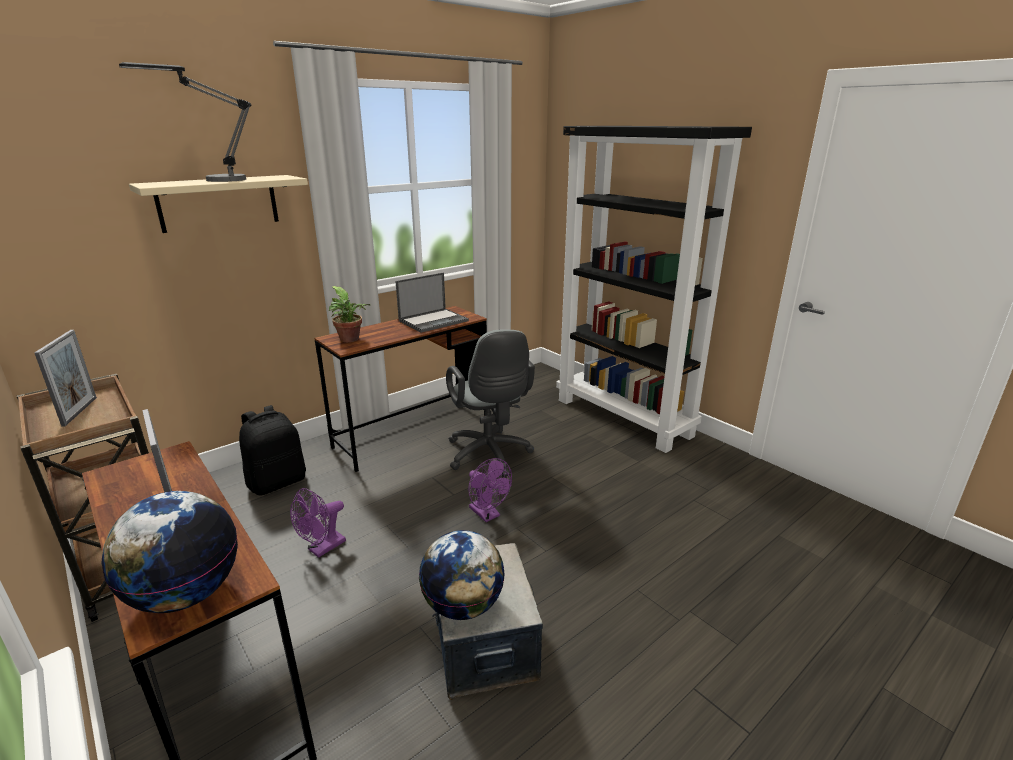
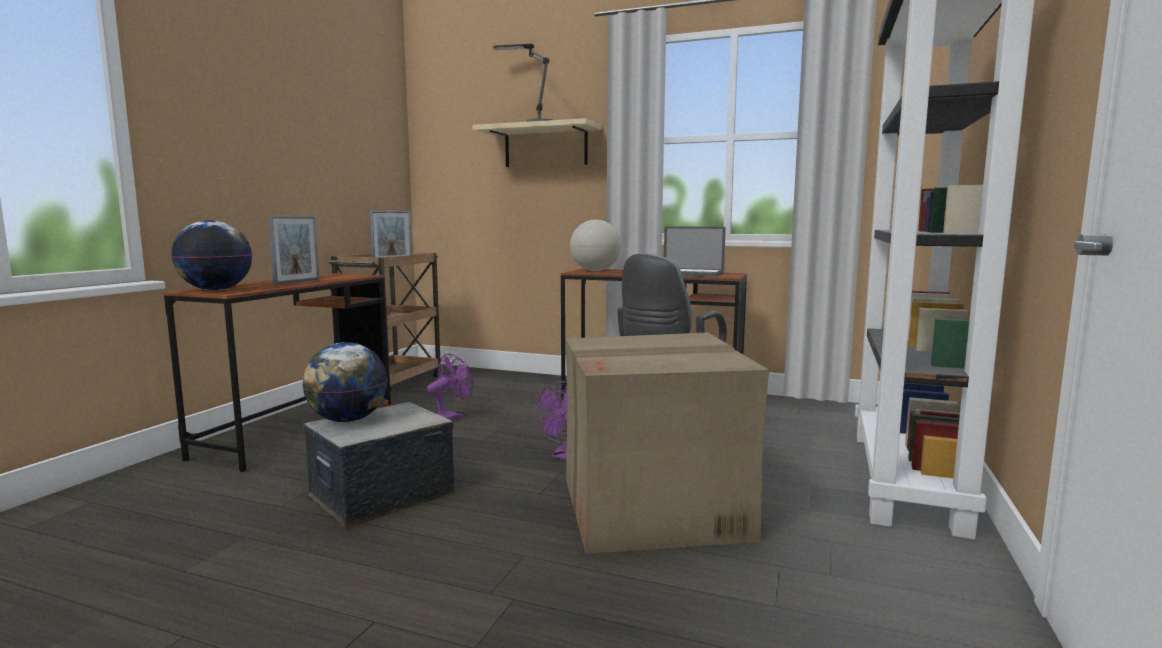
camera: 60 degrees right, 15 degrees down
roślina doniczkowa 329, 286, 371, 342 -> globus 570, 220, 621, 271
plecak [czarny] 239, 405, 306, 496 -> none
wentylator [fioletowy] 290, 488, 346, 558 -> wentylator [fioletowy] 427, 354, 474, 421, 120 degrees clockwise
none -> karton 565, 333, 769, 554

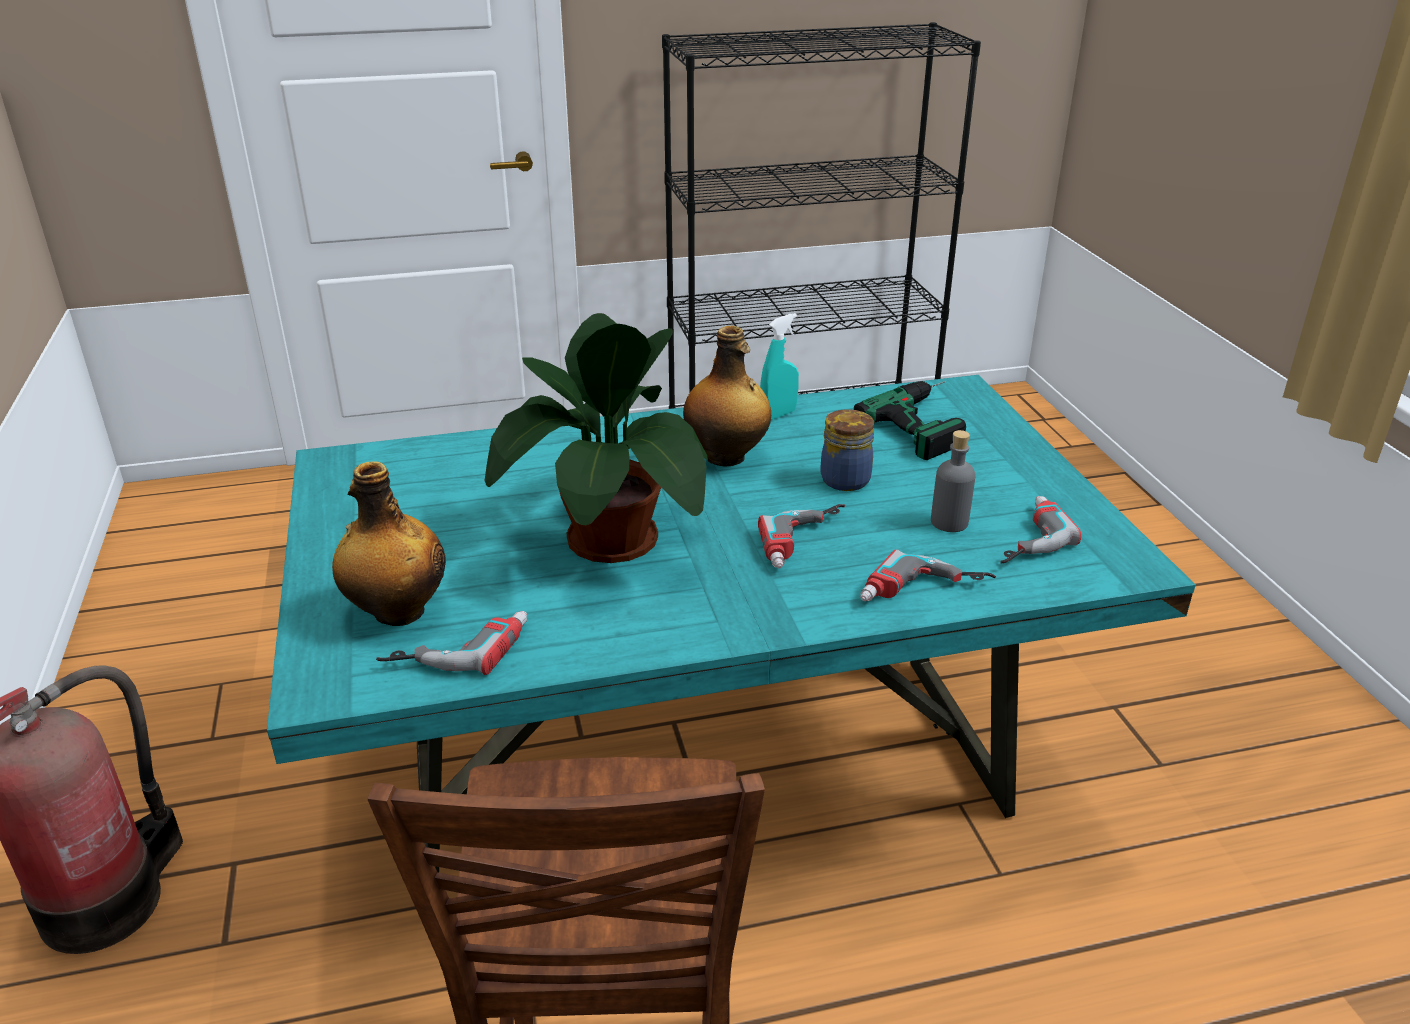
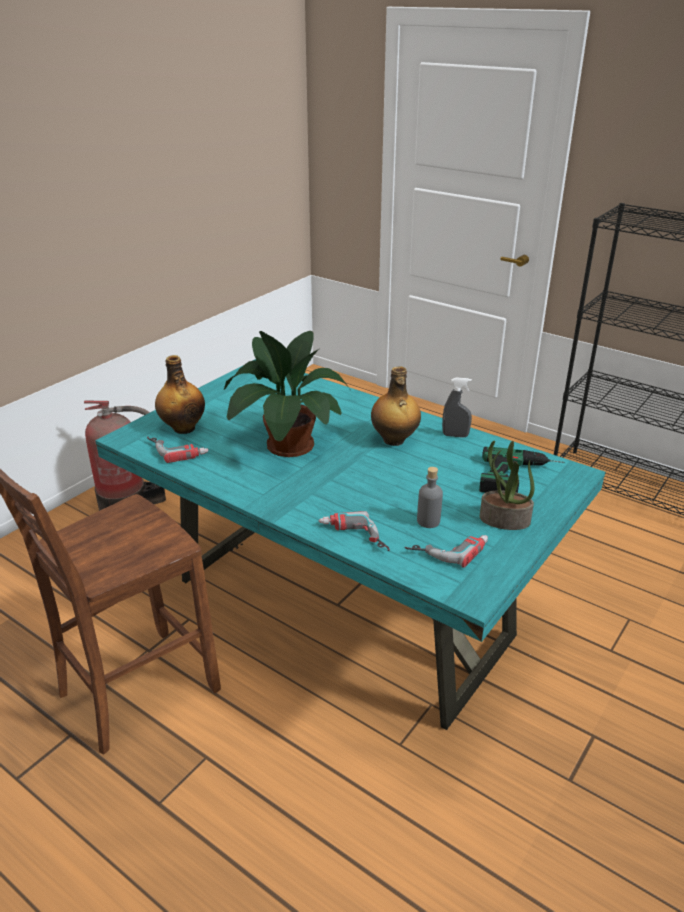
camera: 50 degrees right, 0 degrees up
spryskiwacz [turkusowy] 760, 313, 799, 420 -> spryskiwacz [szary] 442, 377, 472, 438
słoik 820, 409, 874, 491 -> none
wiertarka 758, 504, 845, 568 -> none
none -> roślina doniczkowa 480, 441, 534, 530

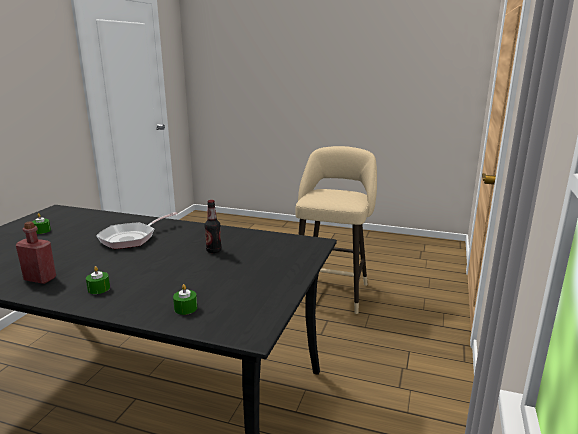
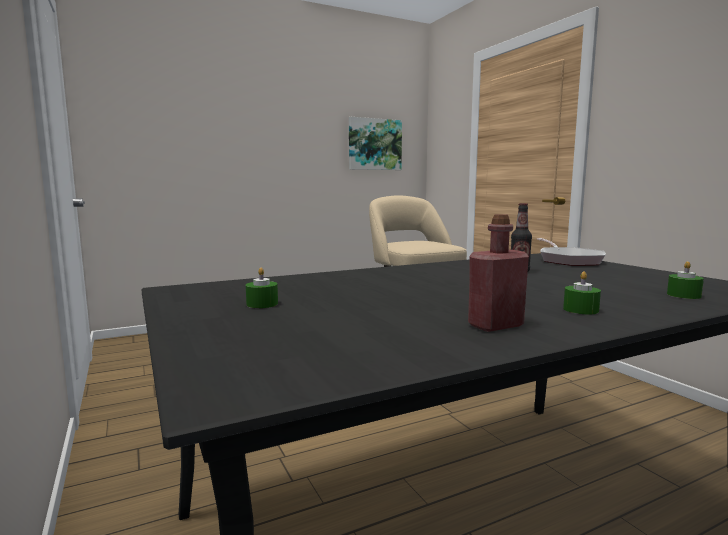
camera: 45 degrees left, 10 degrees down
patelnia 96, 212, 178, 249 -> patelnia 537, 238, 606, 266, move
none -> obraz 349, 117, 402, 170

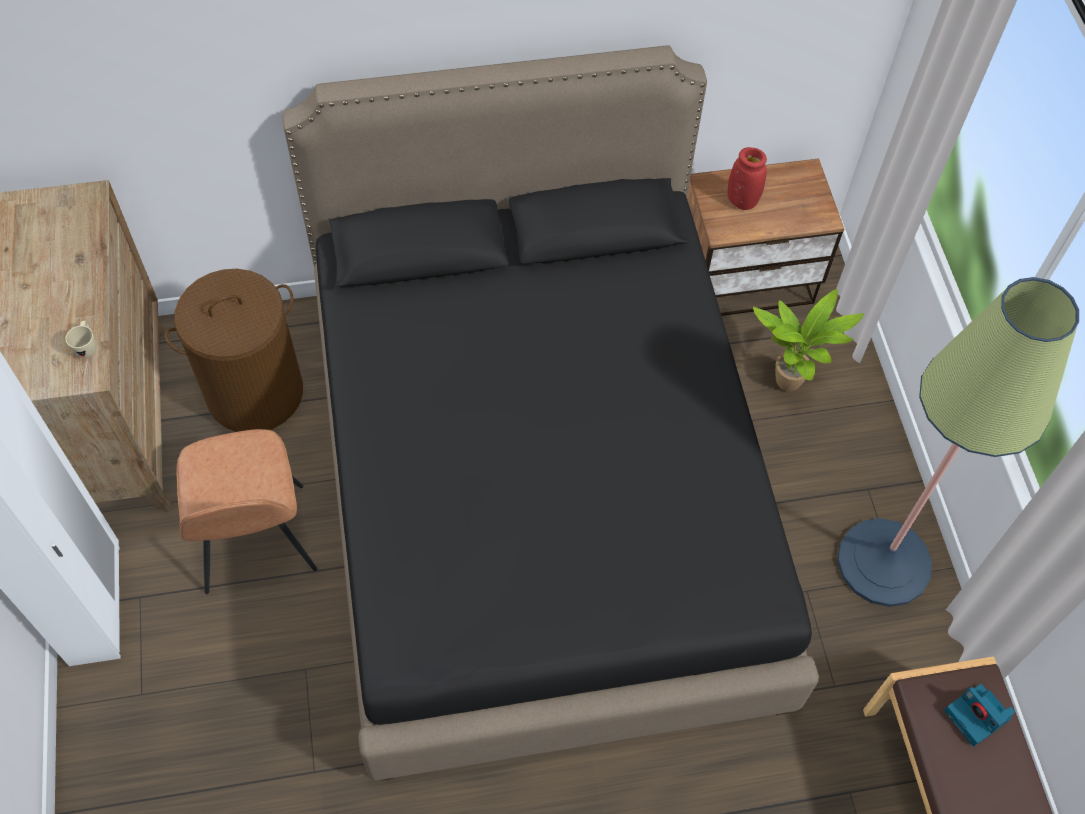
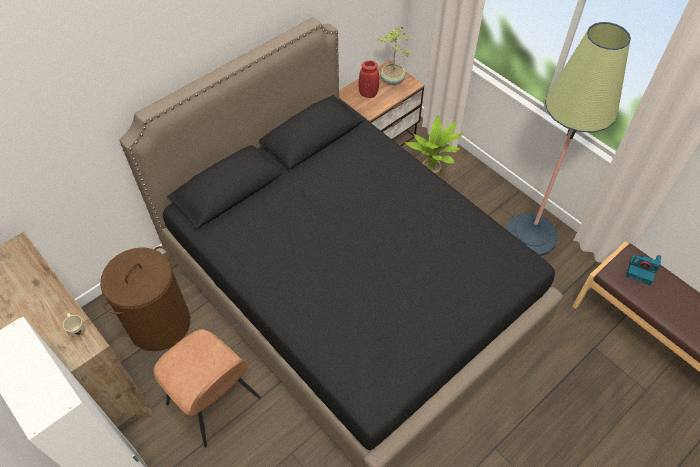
camera: 30 degrees left, 5 degrees down
none -> roślina doniczkowa 377, 25, 409, 85

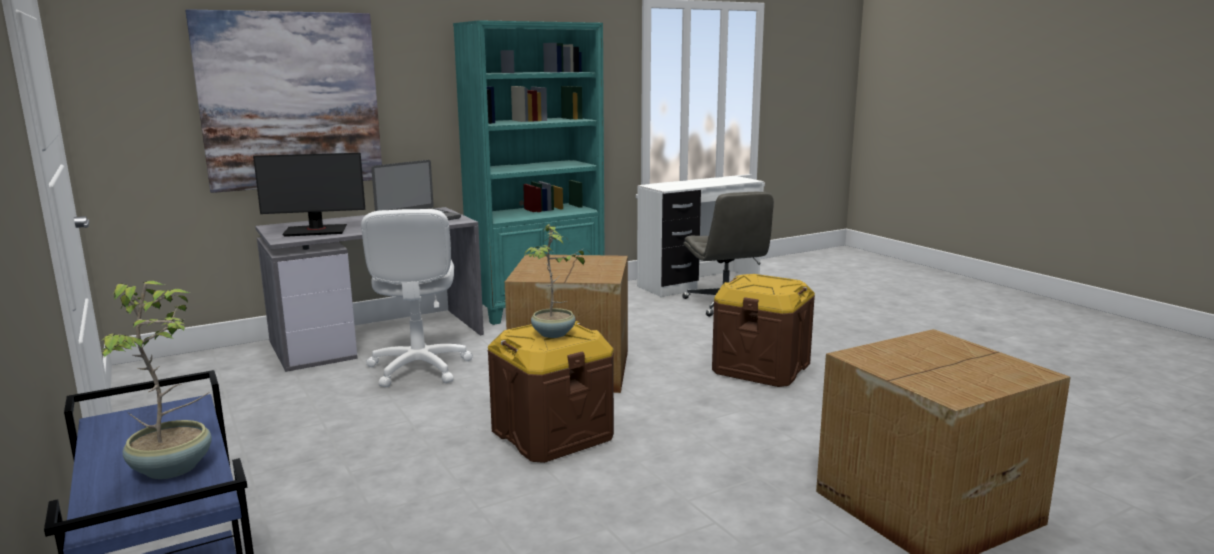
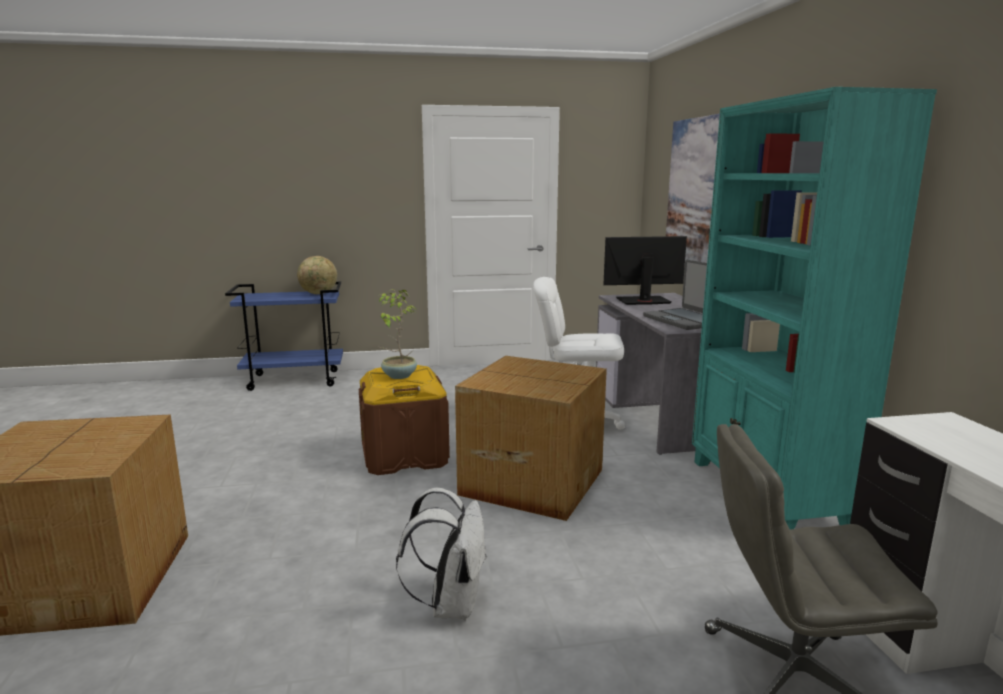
camera: 110 degrees right, 0 degrees up
monitor 253, 153, 365, 237 -> monitor 603, 236, 687, 305, 75 degrees clockwise
pojemnik do przechowywania [brązowy] 712, 274, 815, 387 -> plecak [biały] 396, 488, 487, 620
roślina doniczkowa 100, 281, 212, 479 -> none
none -> globus 297, 256, 337, 294

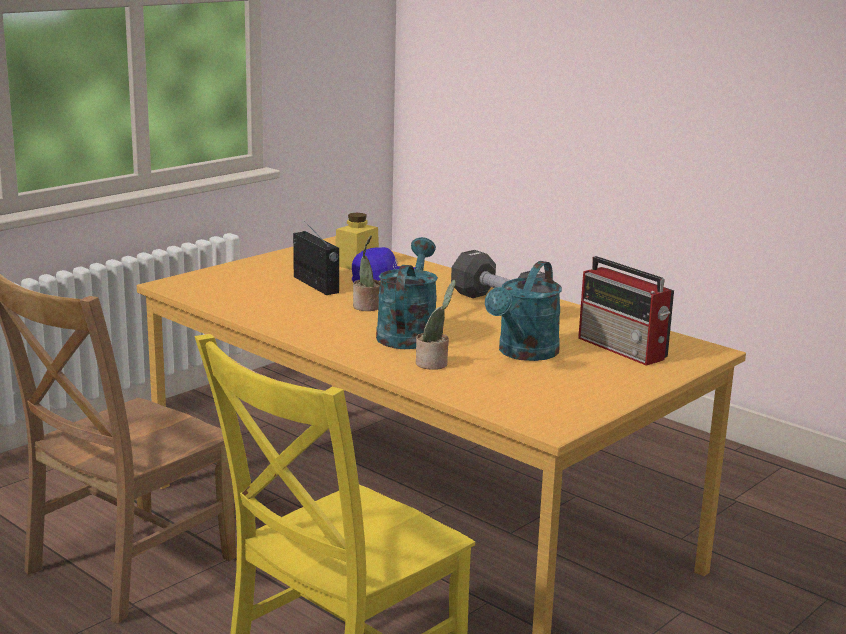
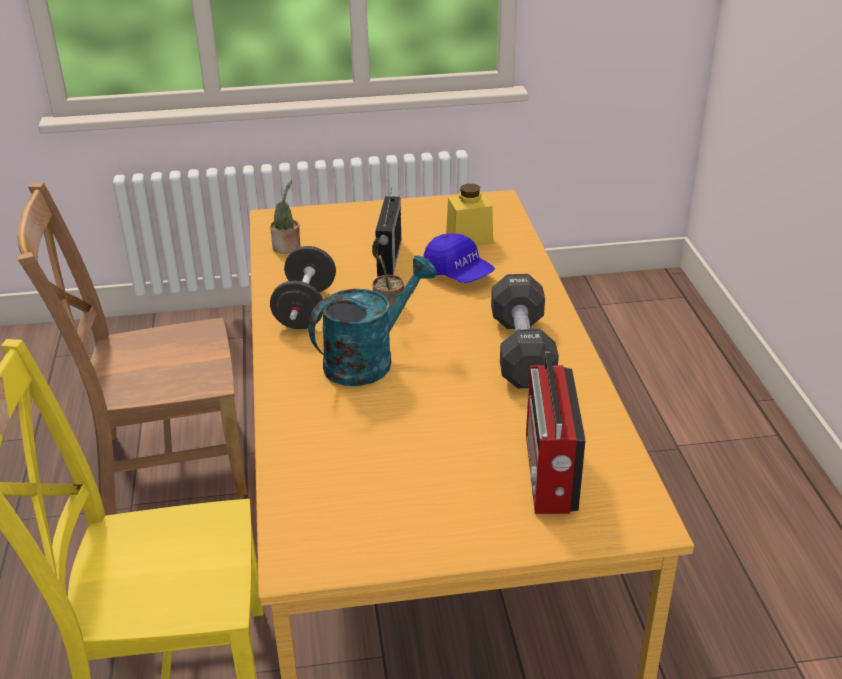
camera: 40 degrees right, 15 degrees up
konewka [turkusowy] 485, 261, 562, 361 -> none
roślina doniczkowa 416, 280, 456, 370 -> roślina doniczkowa 270, 180, 300, 254, move
none -> hantel [czarny] 270, 246, 336, 329

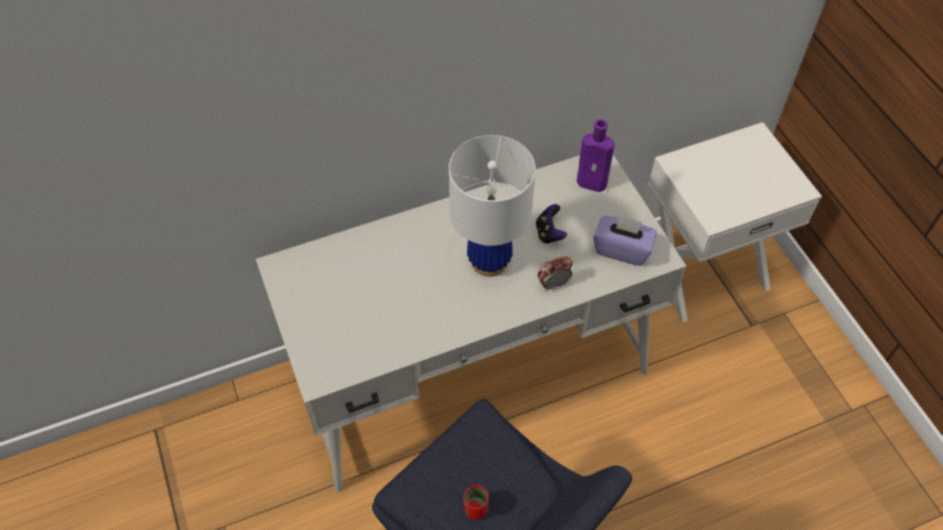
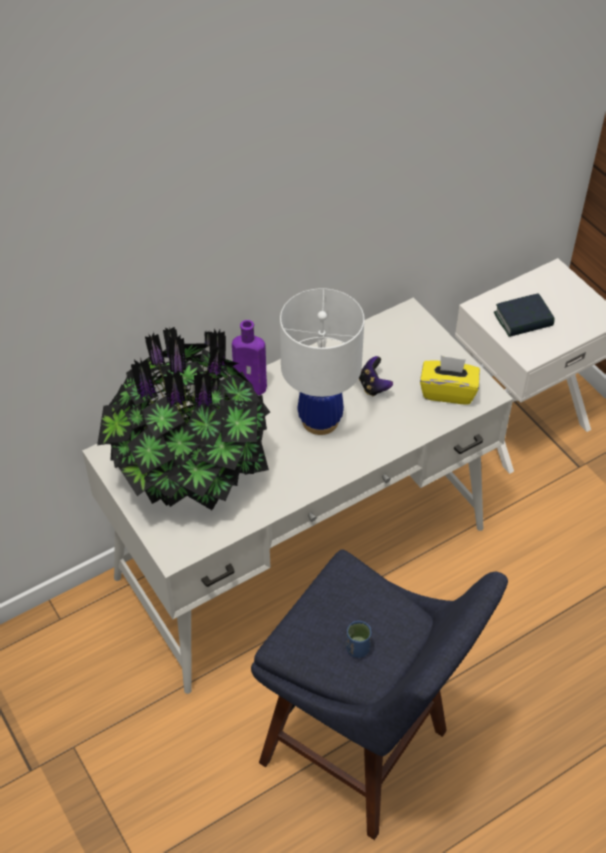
camera: 10 degrees left, 5 degrees down
butelka [fioletowy] 577, 119, 615, 192 -> butelka [fioletowy] 232, 320, 267, 395, move
pudełko chusteczek [fioletowy] 593, 214, 657, 266 -> pudełko chusteczek [żółty] 420, 355, 480, 405
budzik 538, 256, 573, 291 -> none
filiżanka [czerwony] 463, 485, 489, 520 -> filiżanka [niebieski] 346, 621, 371, 658
none -> książka 494, 293, 555, 337
none -> roślina doniczkowa 97, 327, 270, 510

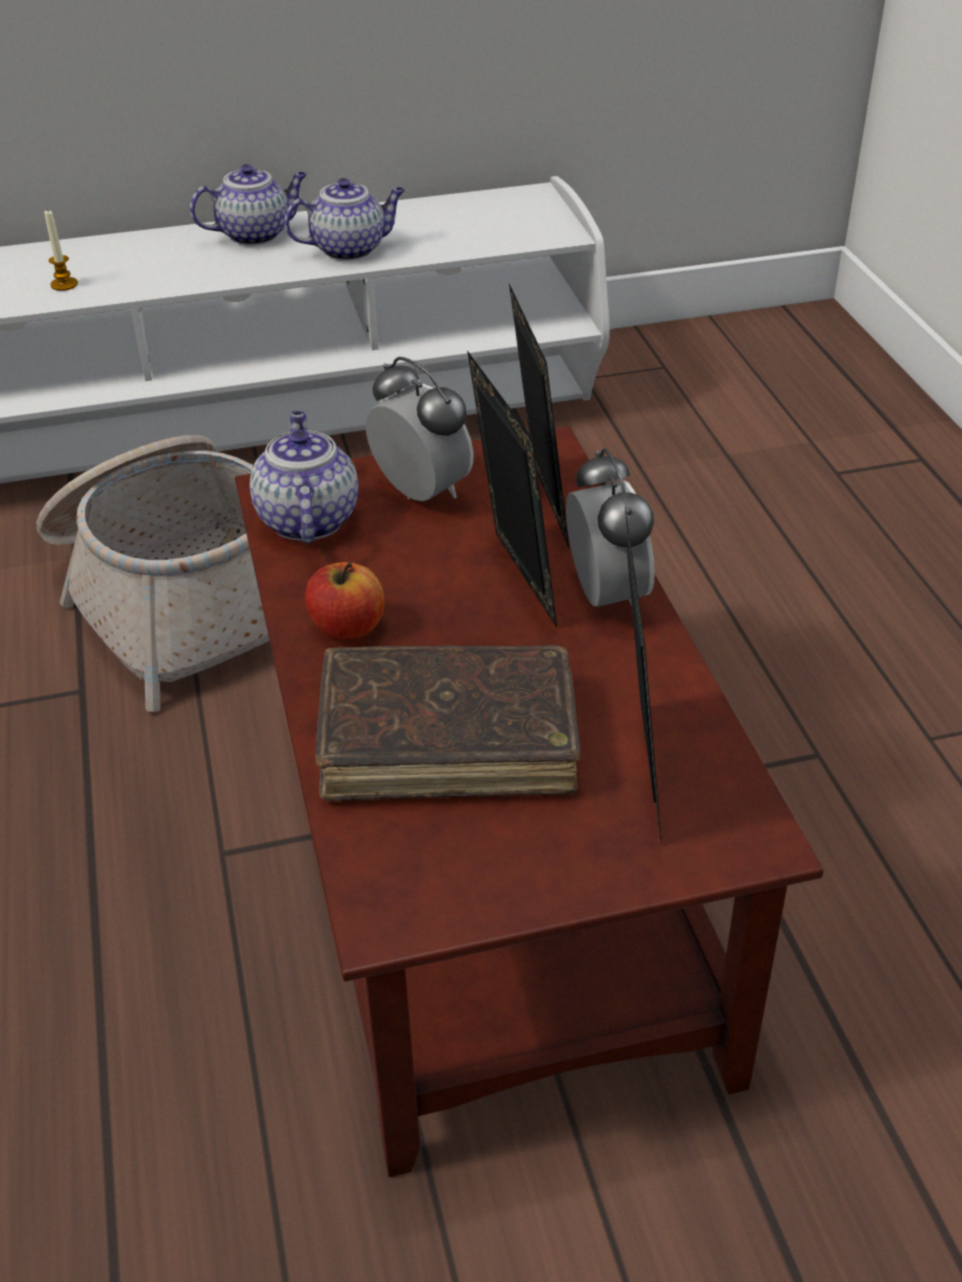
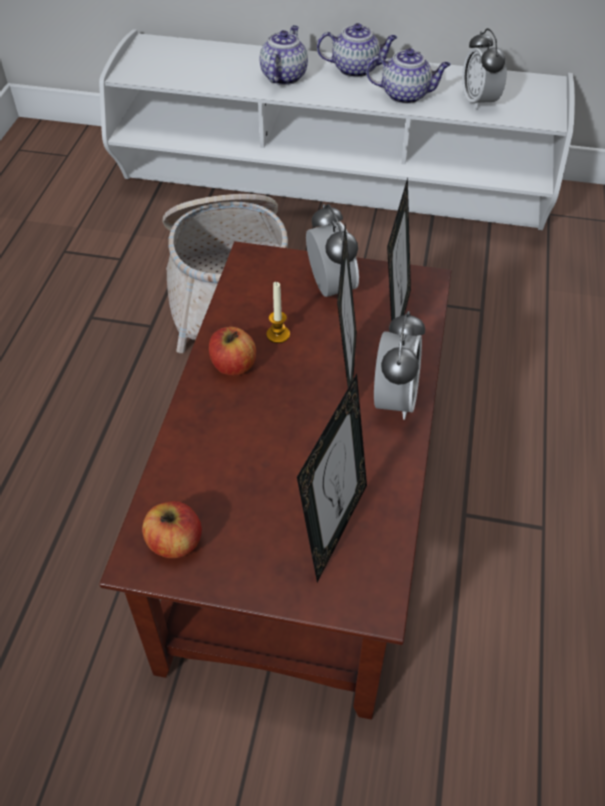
camera: 25 degrees right, 10 degrees up
świeca 44, 209, 78, 291 -> świeca 266, 282, 290, 343, move
imbryk 250, 411, 359, 544 -> imbryk 260, 25, 308, 85, move
książka [brązowy] 315, 645, 580, 802 -> none
none -> budzik 462, 28, 507, 111
none -> jabłko 142, 501, 202, 558

